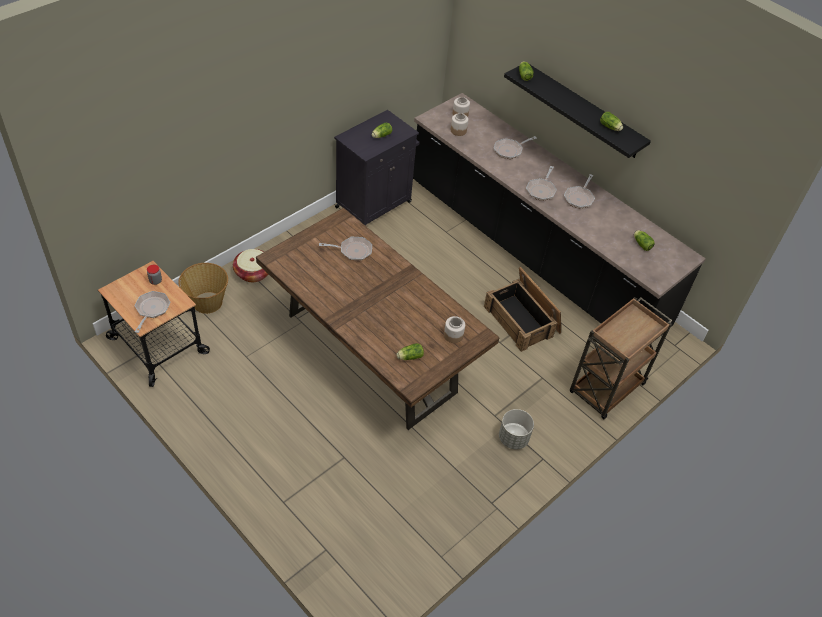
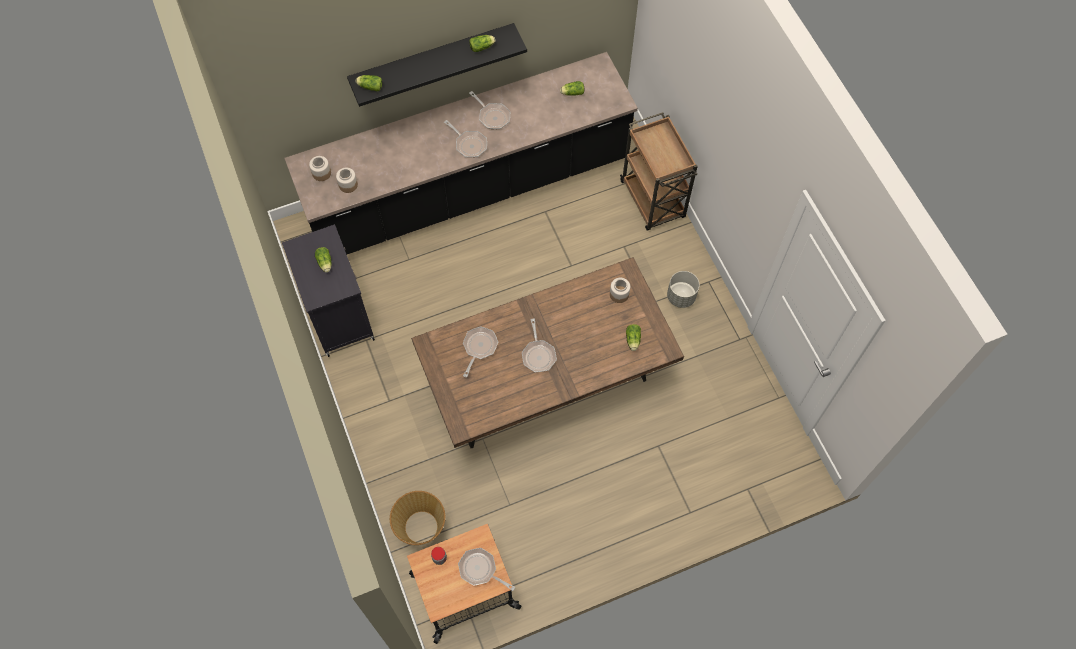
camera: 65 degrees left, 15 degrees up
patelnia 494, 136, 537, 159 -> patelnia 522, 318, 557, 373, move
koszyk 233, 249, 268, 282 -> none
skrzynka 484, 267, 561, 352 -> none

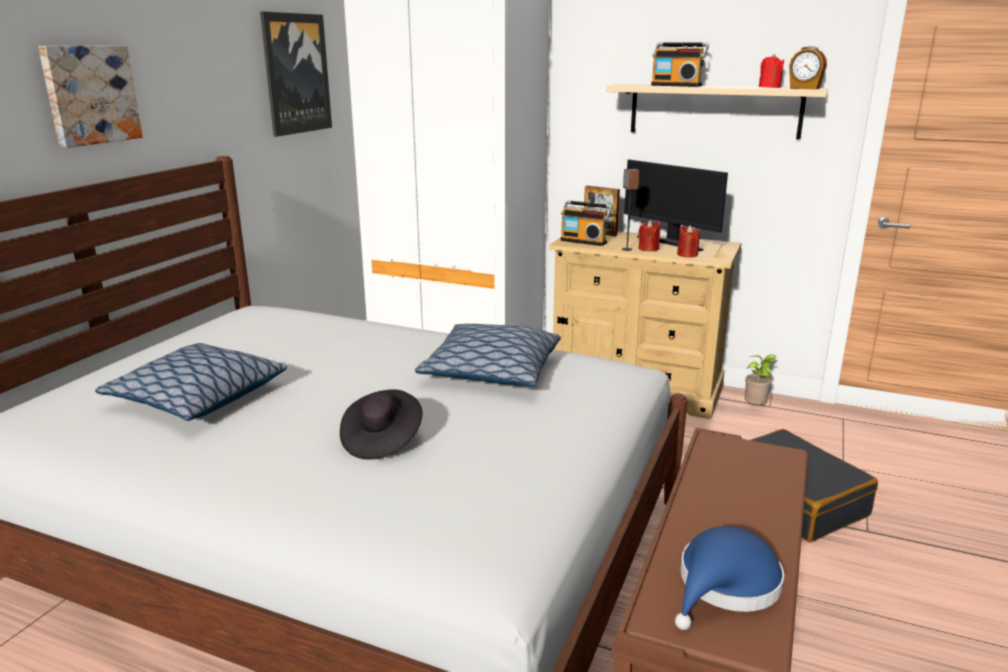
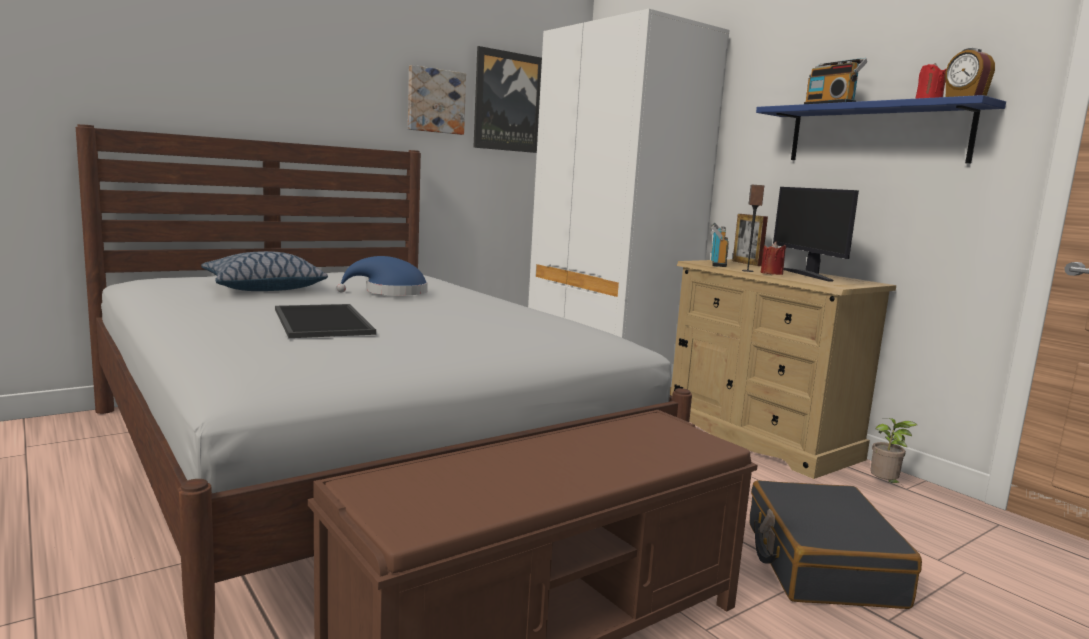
camera: 30 degrees right, 10 degrees down
obraz 38, 46, 143, 148 -> obraz 408, 65, 466, 135, move
półka [beżowy] 606, 84, 828, 139 -> półka [niebieski] 756, 95, 1006, 163
radio 560, 200, 612, 246 -> radio 711, 223, 729, 267, 135 degrees counterclockwise
świeca [czerwony] 677, 225, 700, 258 -> none
poduszka 415, 324, 561, 386 -> none
kapelusz [czarny] 340, 389, 423, 460 -> taca 275, 304, 376, 338
kapelusz [niebieski] 675, 526, 784, 630 -> kapelusz [niebieski] 337, 256, 428, 295, move

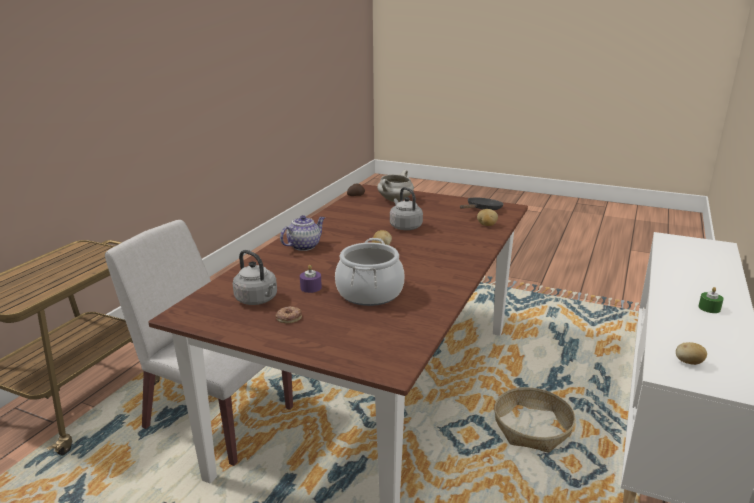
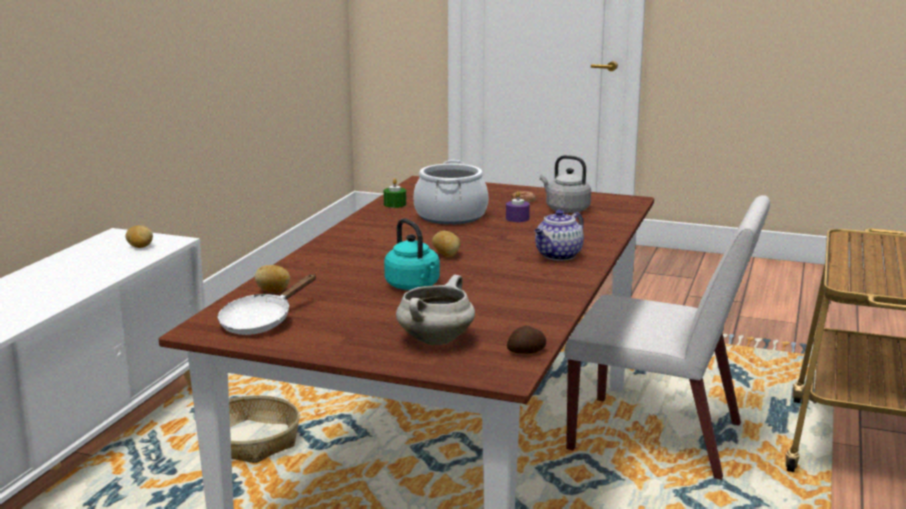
camera: 175 degrees right, 5 degrees down
czajnik [szary] 390, 187, 423, 230 -> czajnik [turkusowy] 384, 218, 440, 290
patelnia [czarny] 460, 198, 503, 210 -> patelnia [biały] 217, 274, 316, 335
świeca [zielony] 698, 287, 724, 313 -> świeca [zielony] 384, 178, 406, 208, move

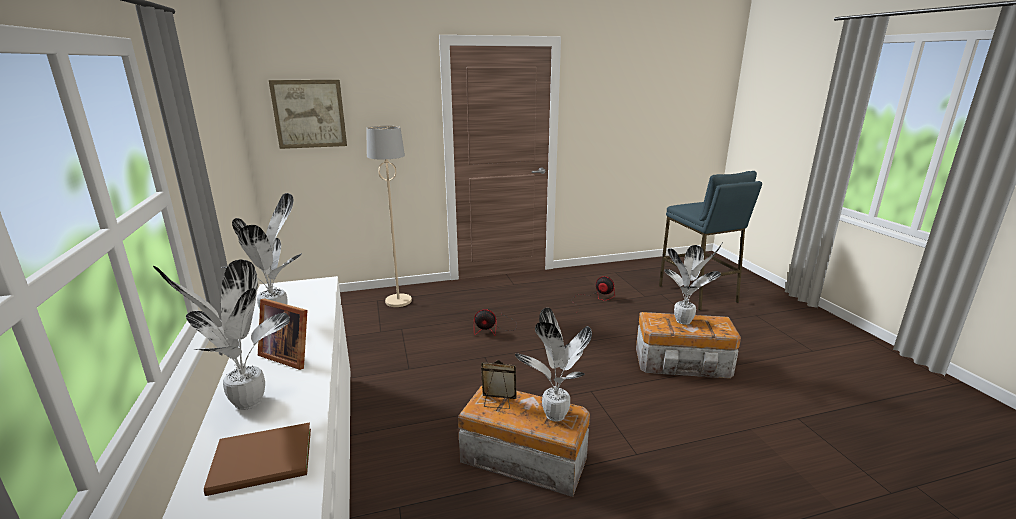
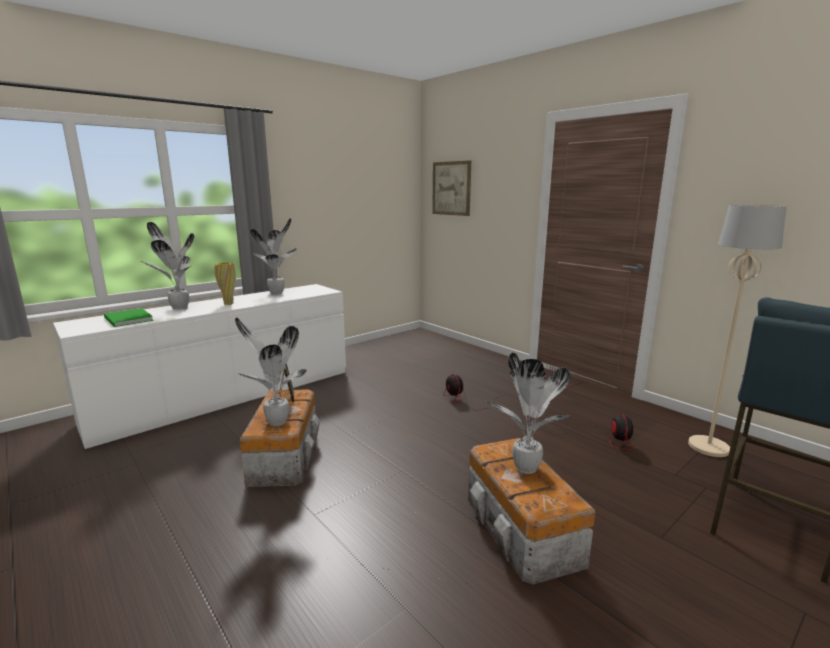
camera: 65 degrees right, 5 degrees down
lampa stojąca [beżowy] 366, 126, 412, 307 -> lampa stojąca [beżowy] 688, 205, 787, 457, move
ramka na zdjęcie 258, 298, 308, 370 -> wazon [żółty] 215, 263, 236, 305
książka [brązowy] 204, 423, 311, 496 -> książka [zielony] 104, 308, 153, 327

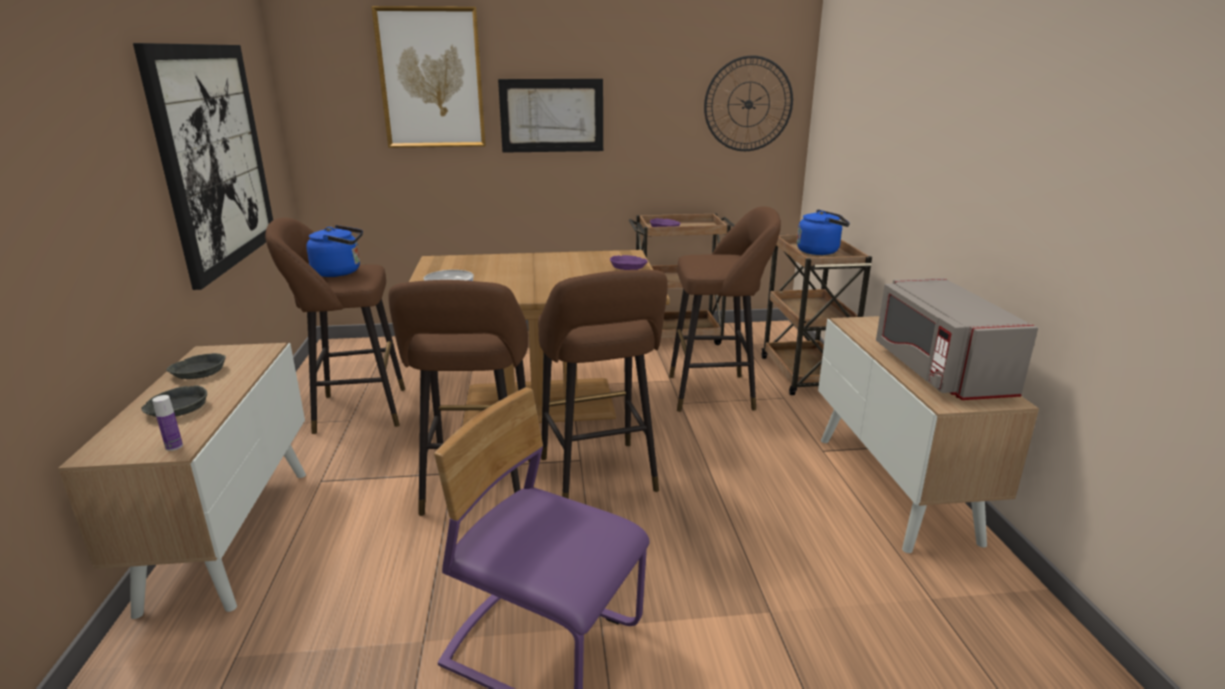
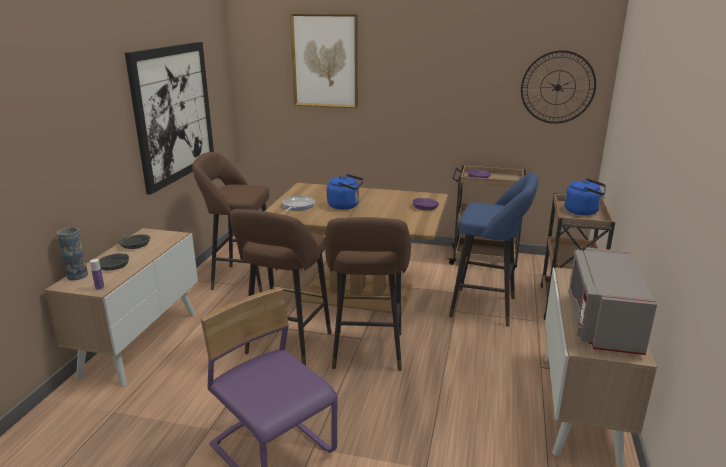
camera: 20 degrees right, 0 degrees up
obraz 498, 79, 603, 153 -> none
stołek [brązowy] 669, 206, 781, 412 -> stołek [niebieski] 449, 173, 538, 327
czajnik [niebieski] 306, 225, 363, 277 -> czajnik [niebieski] 327, 174, 364, 210, move
none -> wazon 57, 227, 88, 280

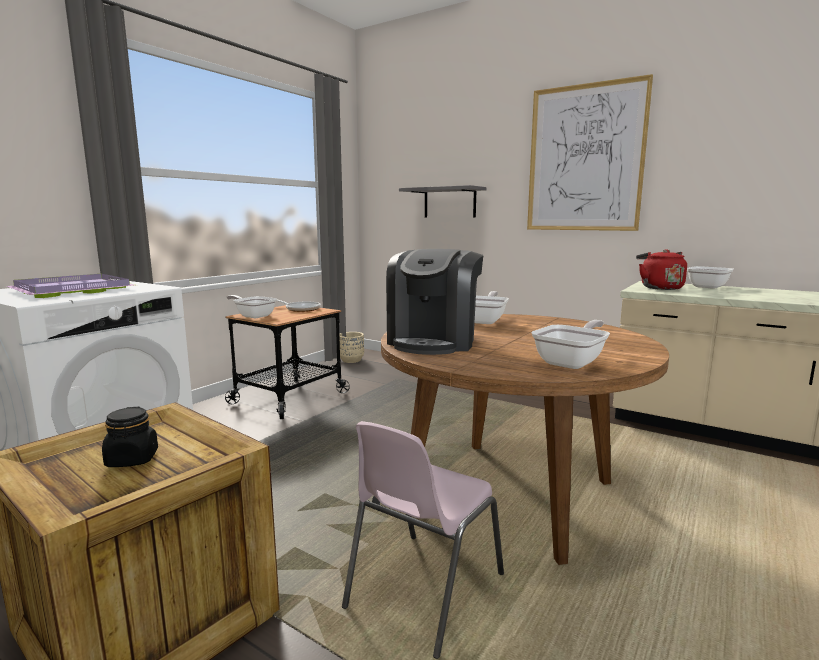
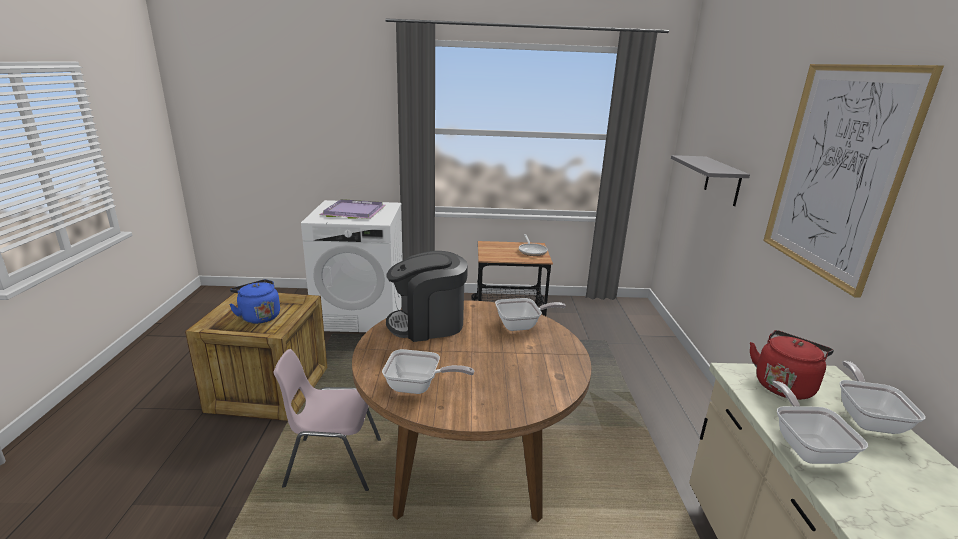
camera: 55 degrees right, 10 degrees up
patelnia 227, 295, 277, 318 -> patelnia 773, 381, 868, 464, move
donica [beżowy] 339, 332, 364, 363 -> none
słoik [czarny] 102, 407, 158, 467 -> czajnik [niebieski] 229, 279, 280, 324

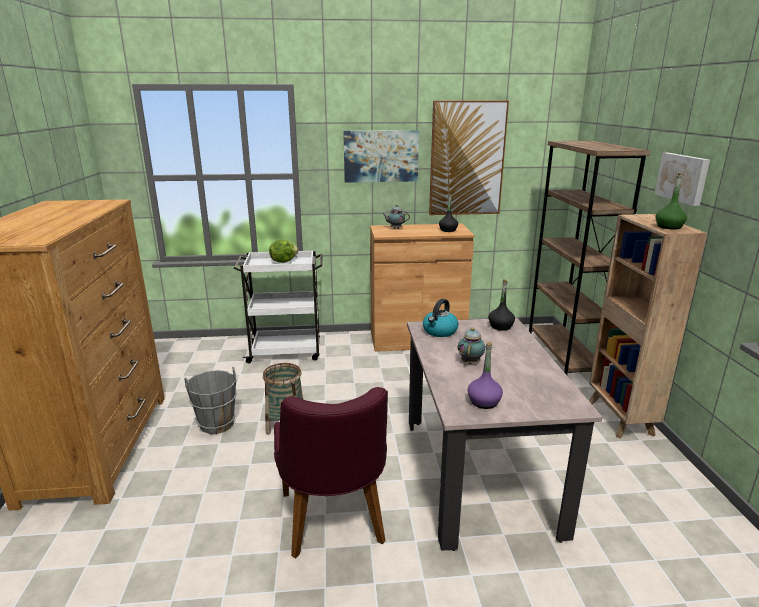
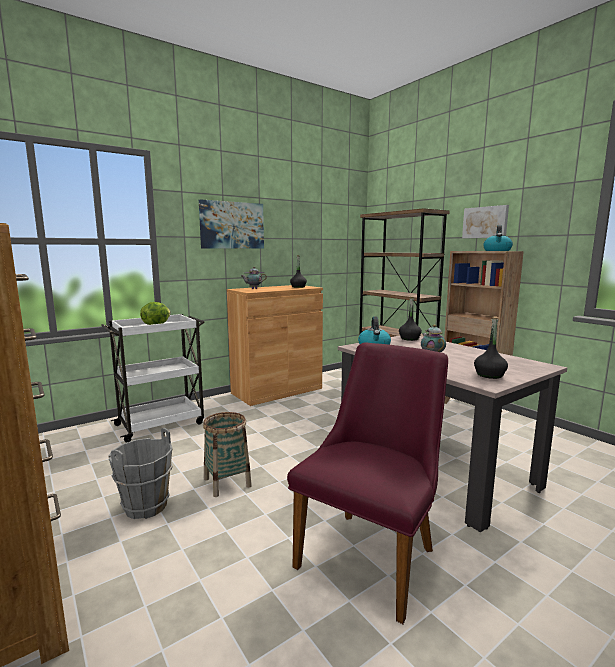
camera: 30 degrees left, 10 degrees down
obraz 429, 101, 509, 215 -> none
butelka [zielony] 656, 173, 687, 229 -> czajnik 483, 225, 513, 251
butelka [fioletowy] 468, 342, 503, 409 -> butelka [czarny] 474, 316, 508, 379
krzesło [fioletowy] 274, 387, 388, 558 -> krzesło [fioletowy] 287, 343, 448, 624, 105 degrees counterclockwise

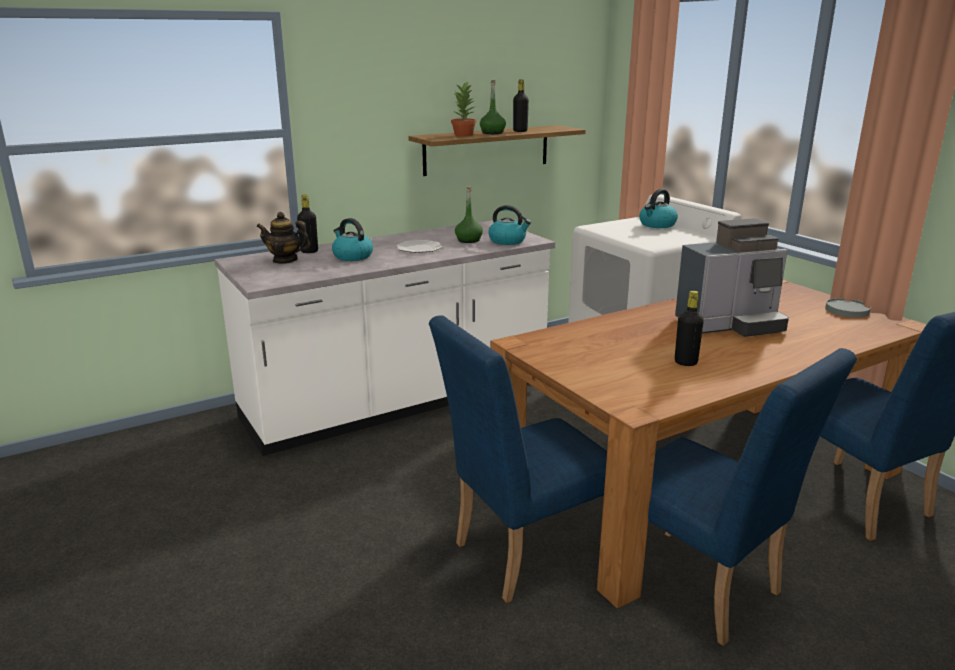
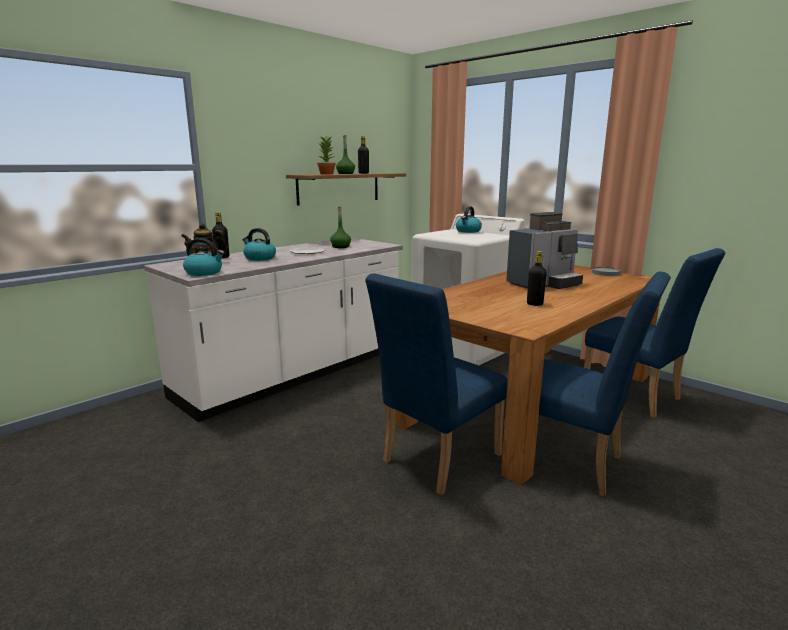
camera: 15 degrees left, 5 degrees down
czajnik 488, 205, 531, 245 -> czajnik 183, 238, 225, 276, move

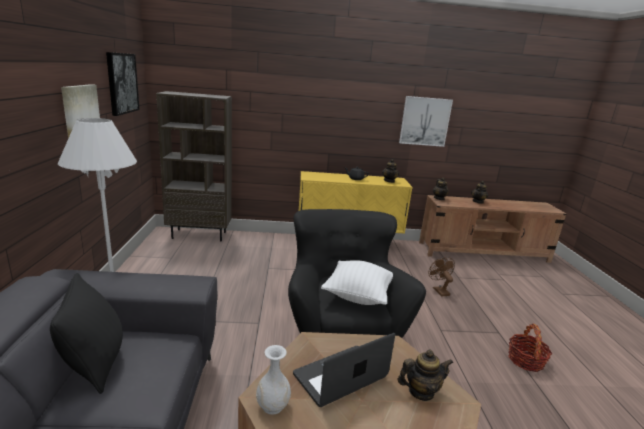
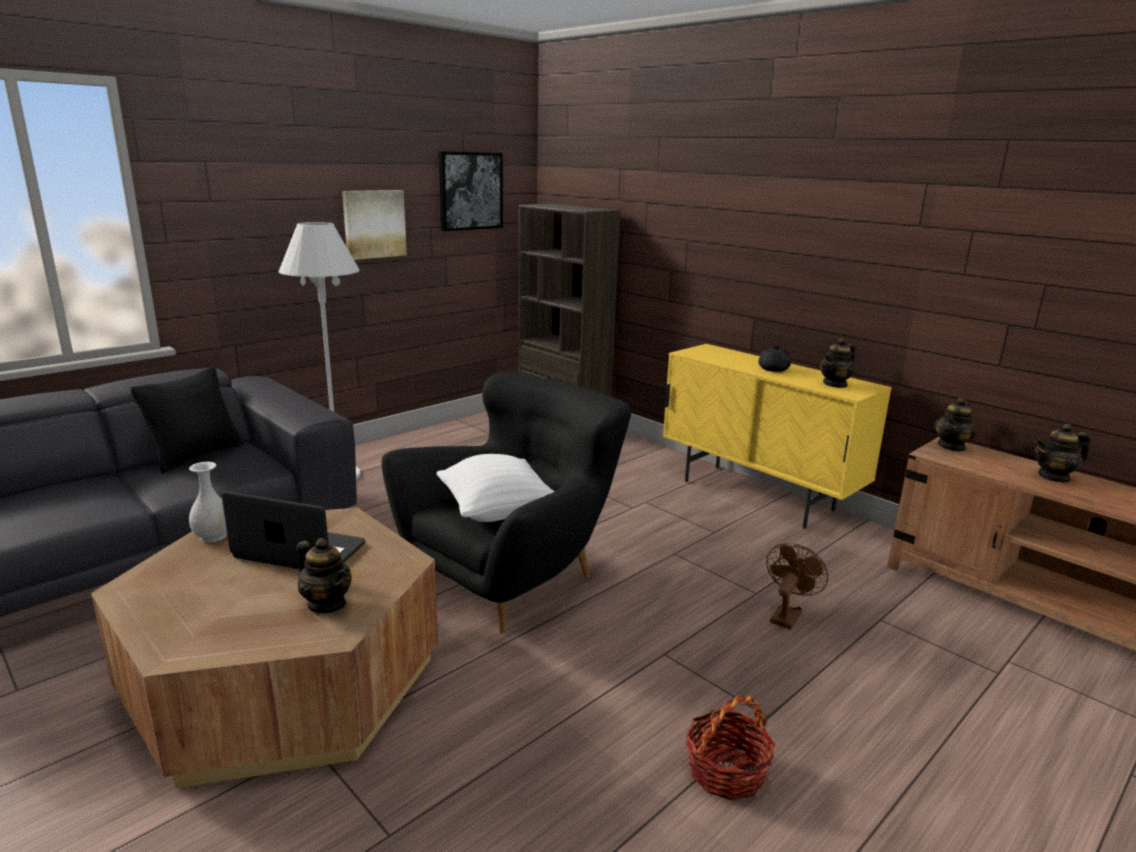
camera: 50 degrees right, 0 degrees up
obraz 399, 96, 453, 147 -> none

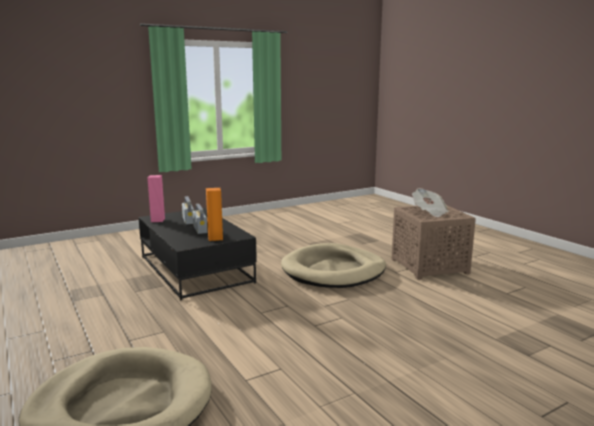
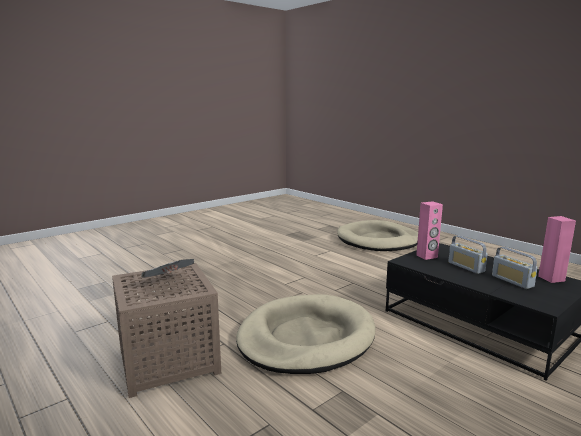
camera: 170 degrees right, 0 degrees up
głośnik [pomarańczowy] 206, 188, 223, 241 -> głośnik [różowy] 416, 201, 443, 260

